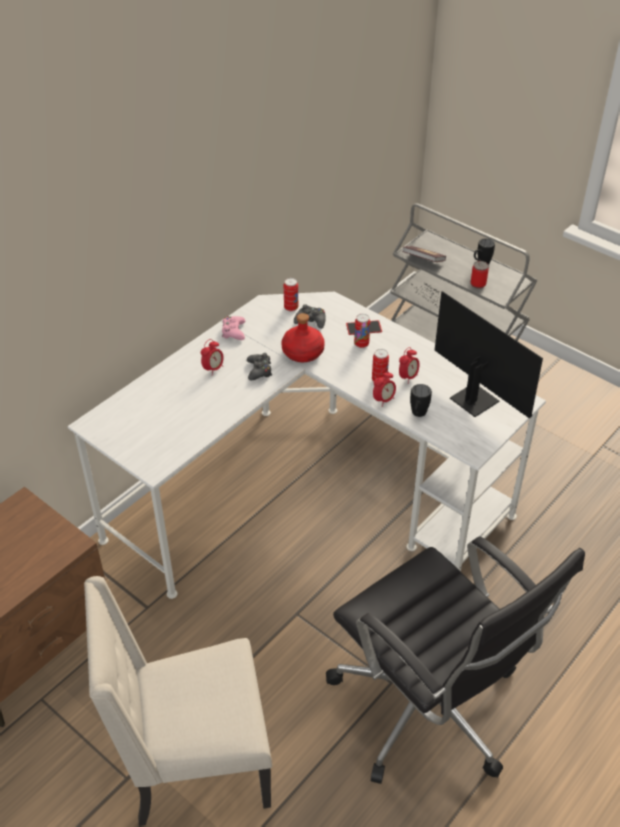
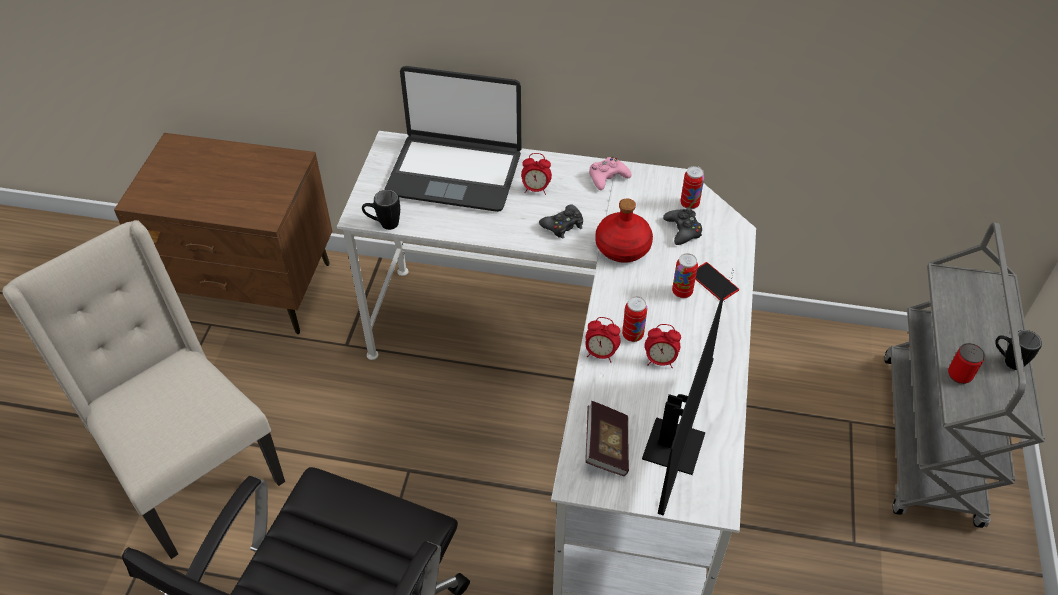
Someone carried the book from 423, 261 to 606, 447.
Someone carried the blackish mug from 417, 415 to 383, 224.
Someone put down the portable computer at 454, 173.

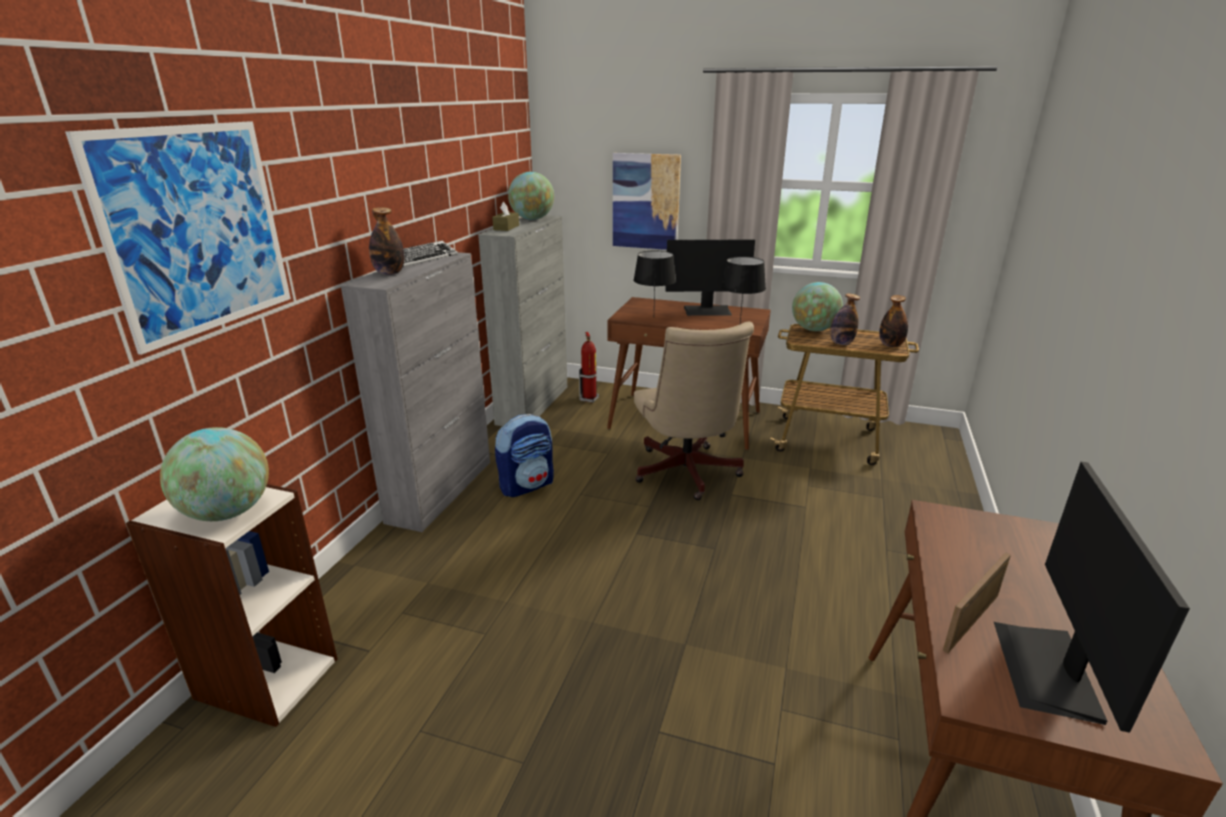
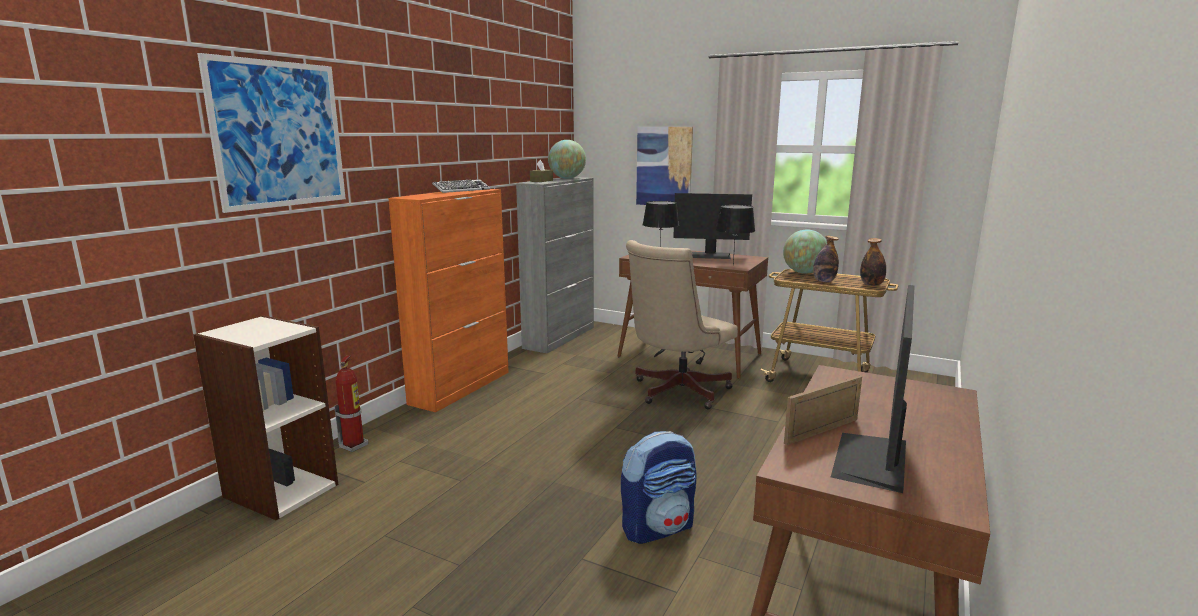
Someone took away the desk globe at 227, 513.
Someone repainted the greyish cupboard at 441, 490, which became the orangey cupboard at 461, 387.
Someone took away the bottle at 389, 273.
Someone carried the rucksack from 527, 485 to 658, 527.
Someone carried the fire extinguisher from 589, 398 to 354, 445.
Someone rotated the beige-coloured desk chair at 686, 475 by 45 degrees clockwise.

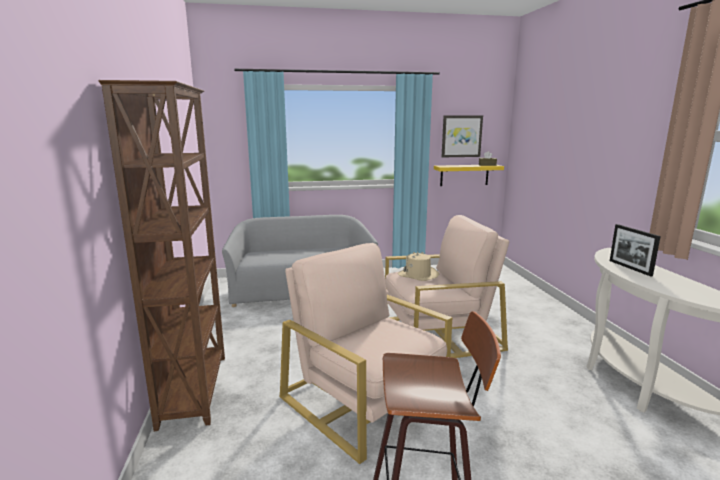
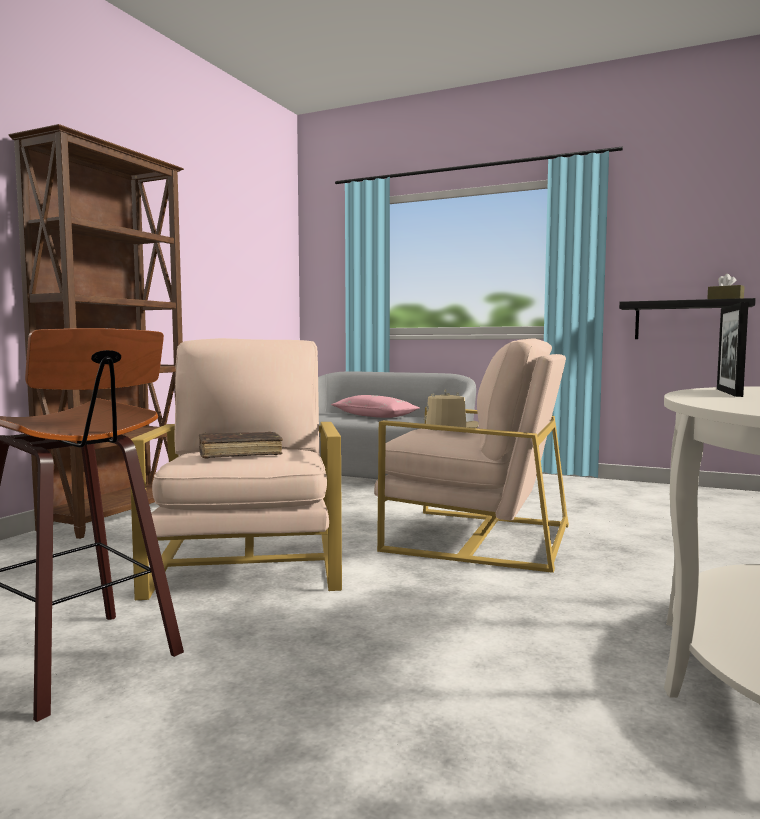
Someone repainted the yellow-coloured bracket shelf at 464, 175, which became the blackish bracket shelf at 683, 320.
Someone took away the wall art at 461, 136.
Someone put down the brown book at 240, 453.
Someone put down the pink-coloured cushion at 374, 416.

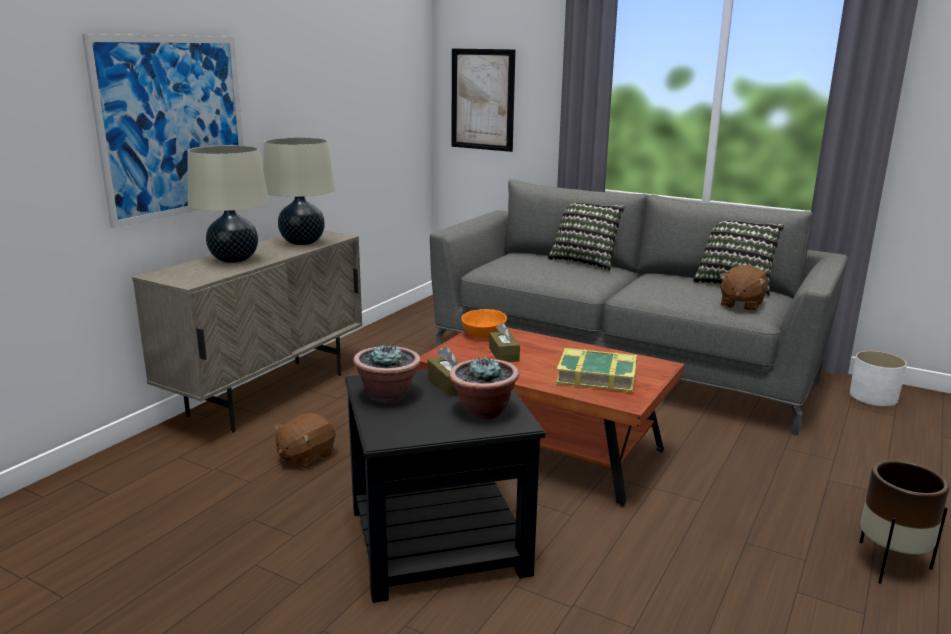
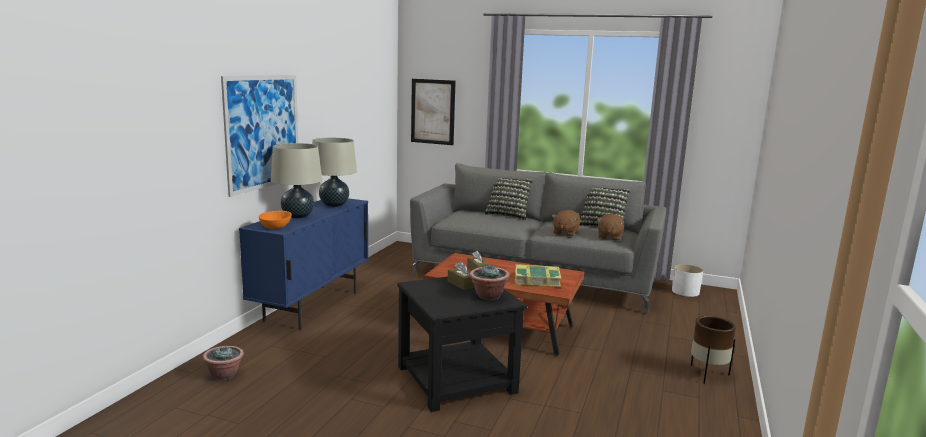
Someone repainted the beige-coloured cupboard at 269, 394, which became the bluish cupboard at 312, 306.
Someone carried the brown cuddly toy from 305, 457 to 565, 233.
Someone carried the plant in a pot from 388, 395 to 224, 375.
Someone carried the orangey deep dish from 483, 334 to 275, 227.

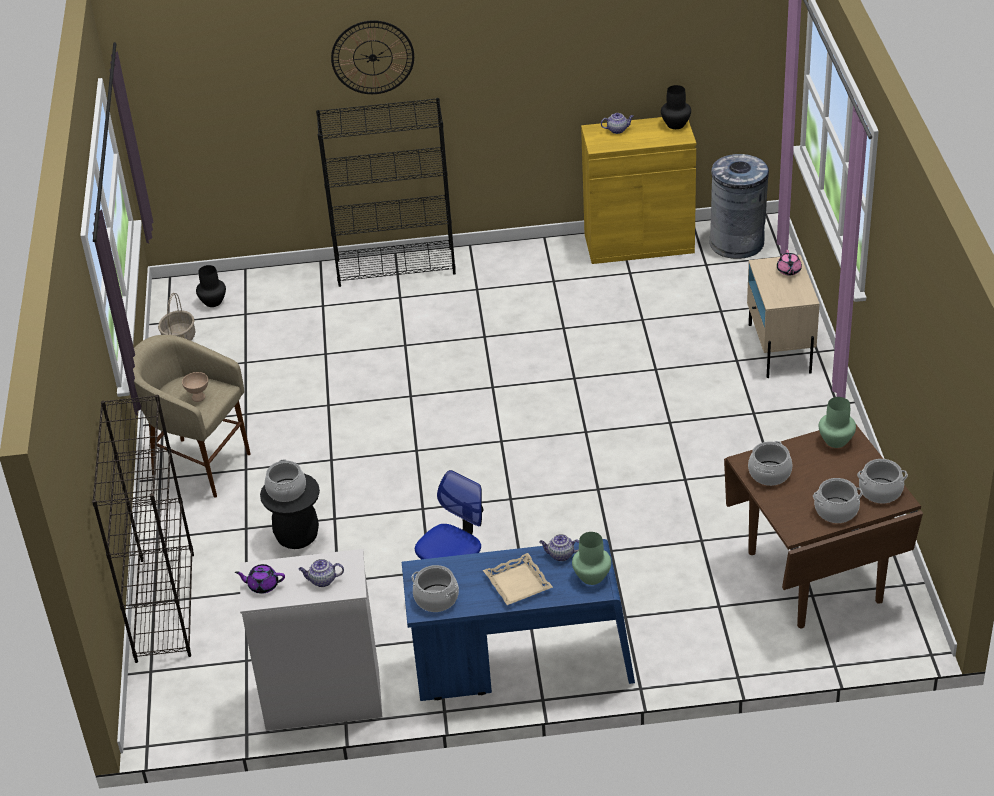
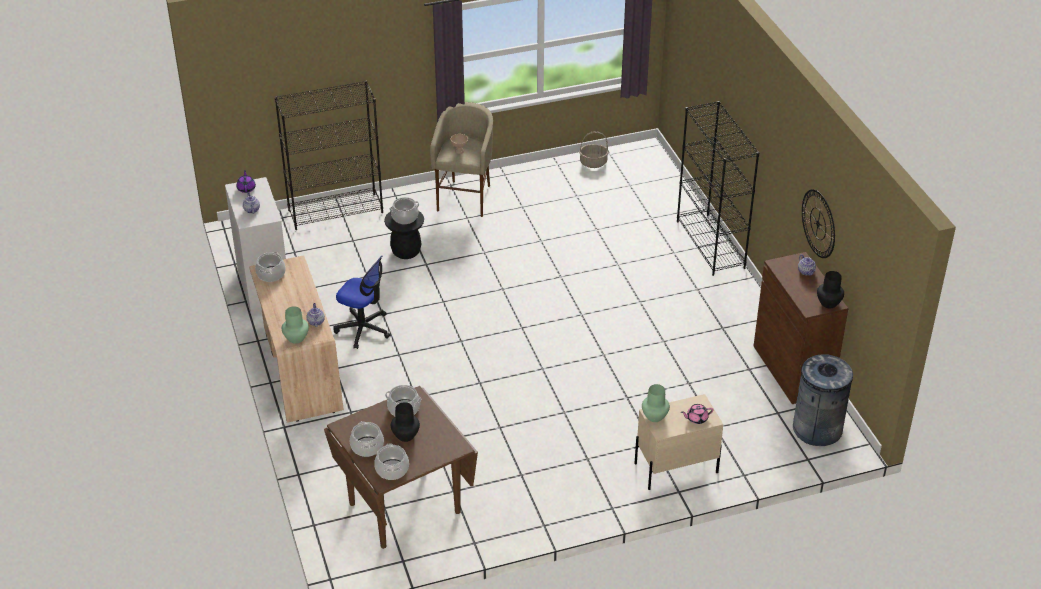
Someone carried the blackish flower vase from 212, 302 to 405, 435.
Someone carried the clock on the wall from 372, 57 to 818, 223.
Someone repainted the bluish desk unit at 522, 666, which became the beige-coloured desk unit at 299, 369.
Someone took away the beige-coloured carrying tray at 517, 584.
Someone repainted the yellow-coloured cupboard at 639, 243, which became the brown cupboard at 792, 370.
Someone carried the green-coloured flower vase from 836, 441 to 654, 417.

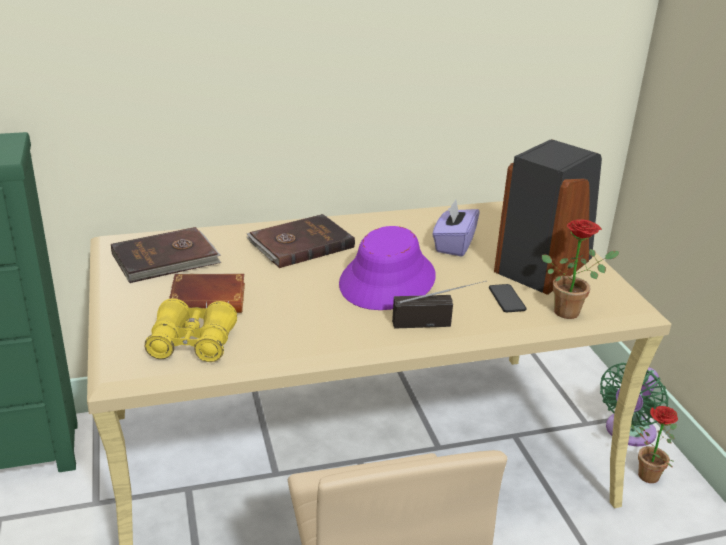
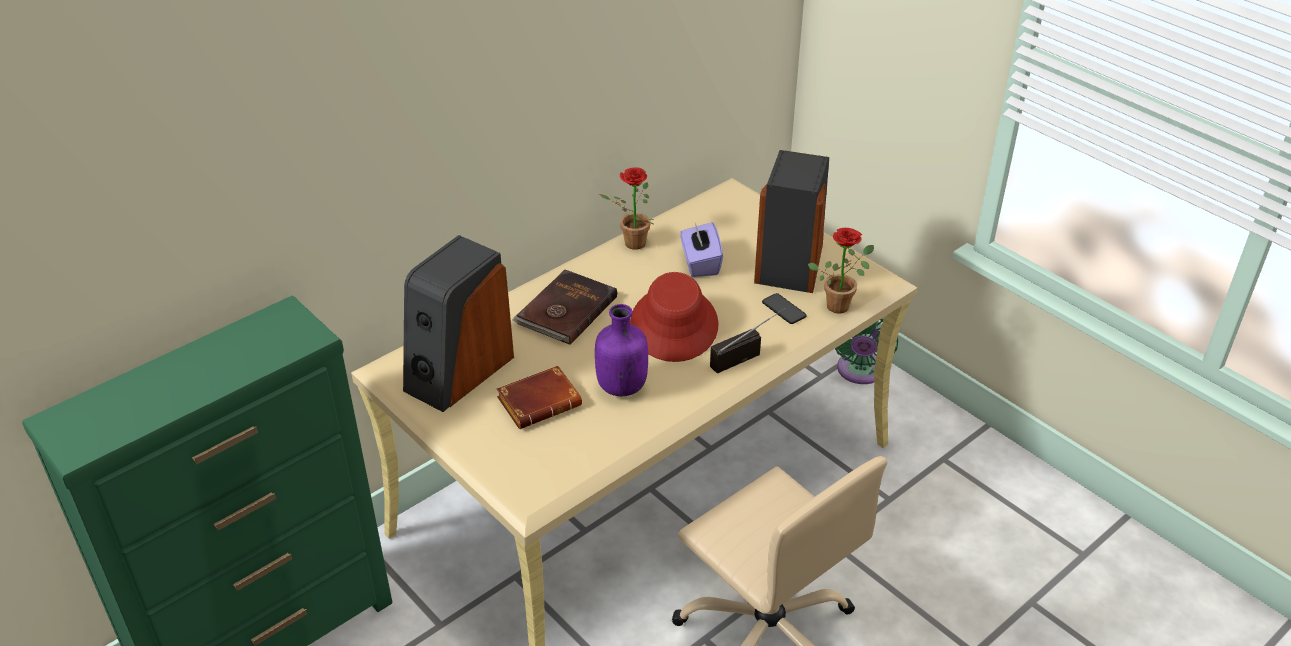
Someone swapped the brown book at 166, 259 for the audio speaker at 458, 372.
Someone took away the yellow-coloured pair of binoculars at 192, 343.
Someone repainted the purple-coloured wearable hat at 388, 281, which became the reddish wearable hat at 674, 325.
Someone carried the plant in a pot from 643, 475 to 630, 244.
Someone put down the purple-coloured bottle at 621, 386.

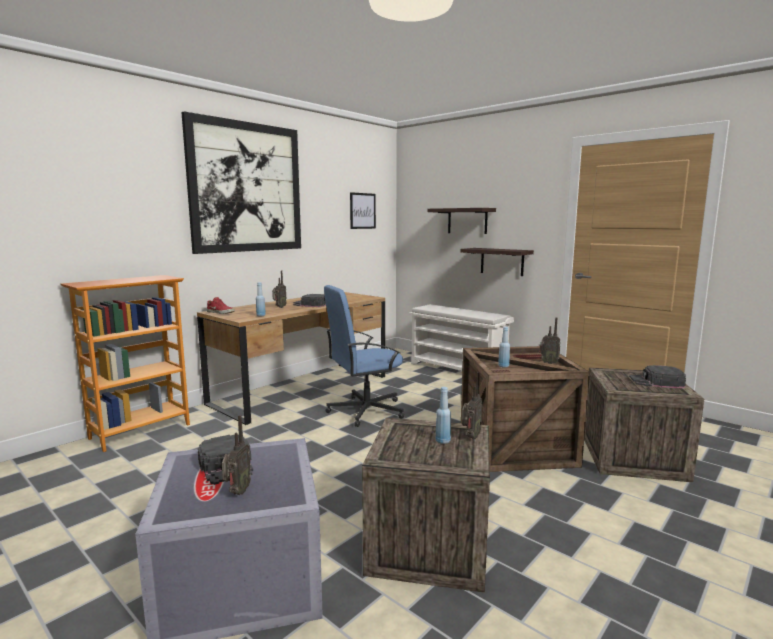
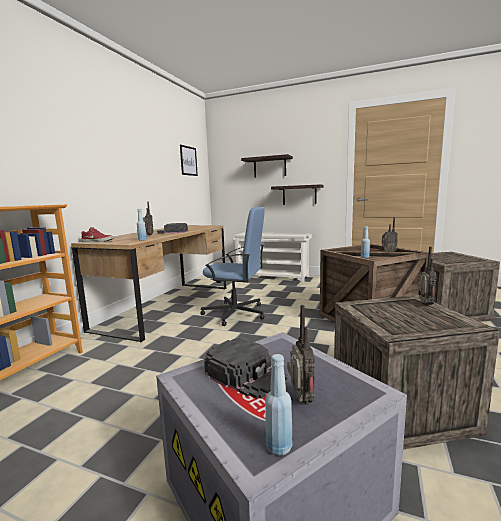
Someone took away the wall art at 246, 188.
Someone rotated the bluish desk chair at 365, 411 by 120 degrees counterclockwise.
Someone carried the bluish bottle from 443, 441 to 279, 447.
Someone took away the blackish peaked cap at 656, 382.

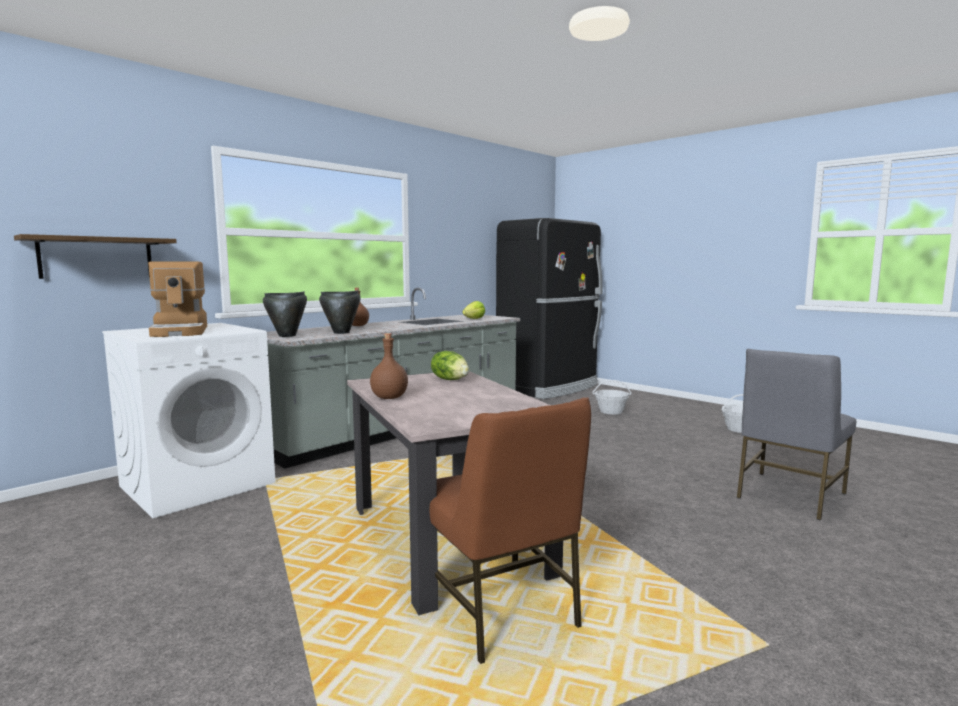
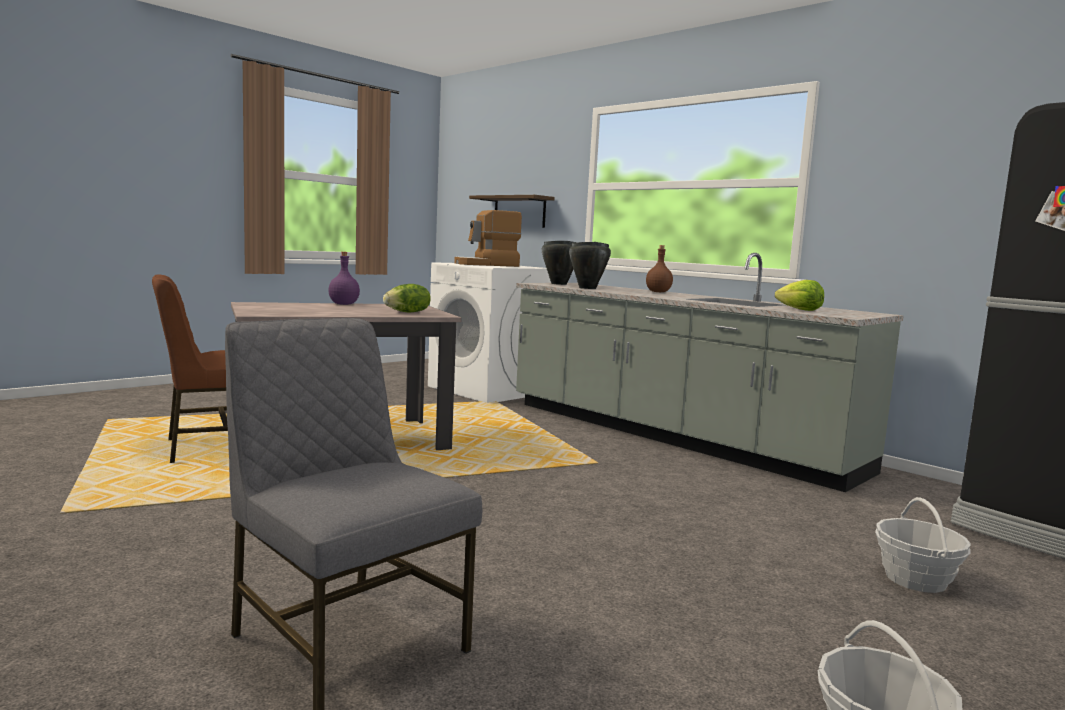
Someone repainted the brown bottle at 389, 398, which became the purple-coloured bottle at 343, 304.

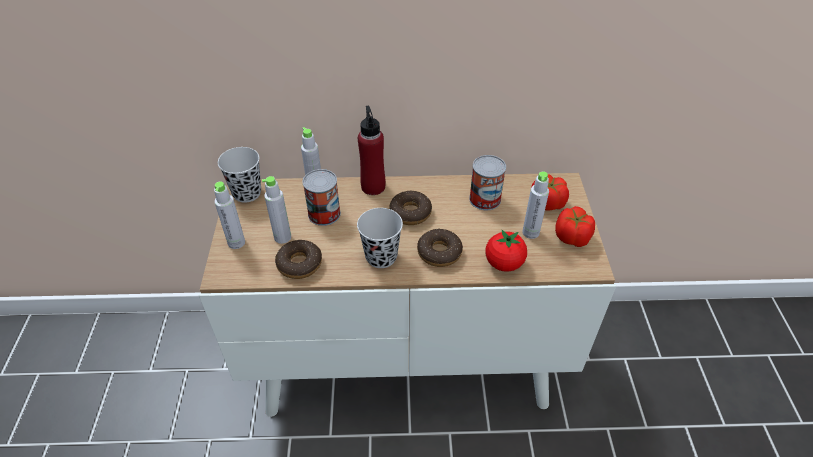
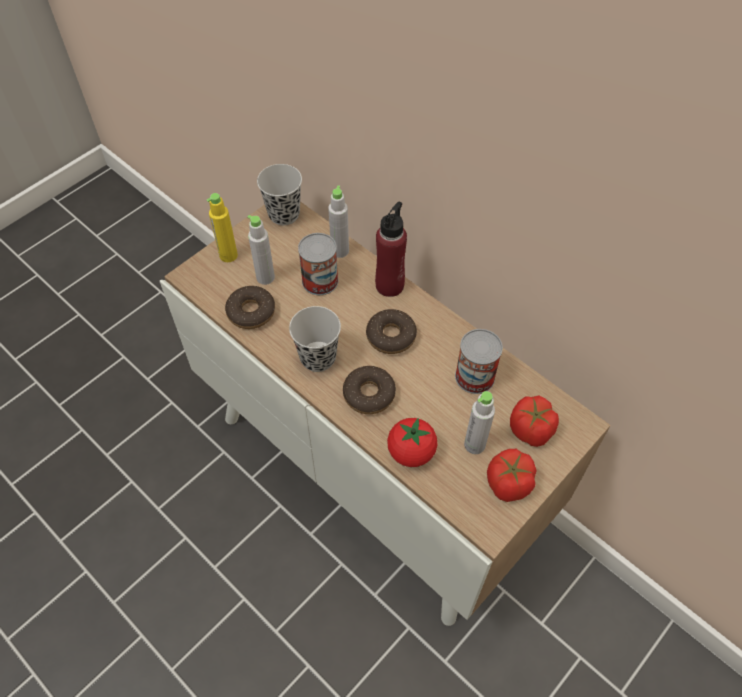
Someone repainted the greyish bottle at 236, 242, which became the yellow-coloured bottle at 228, 255.

